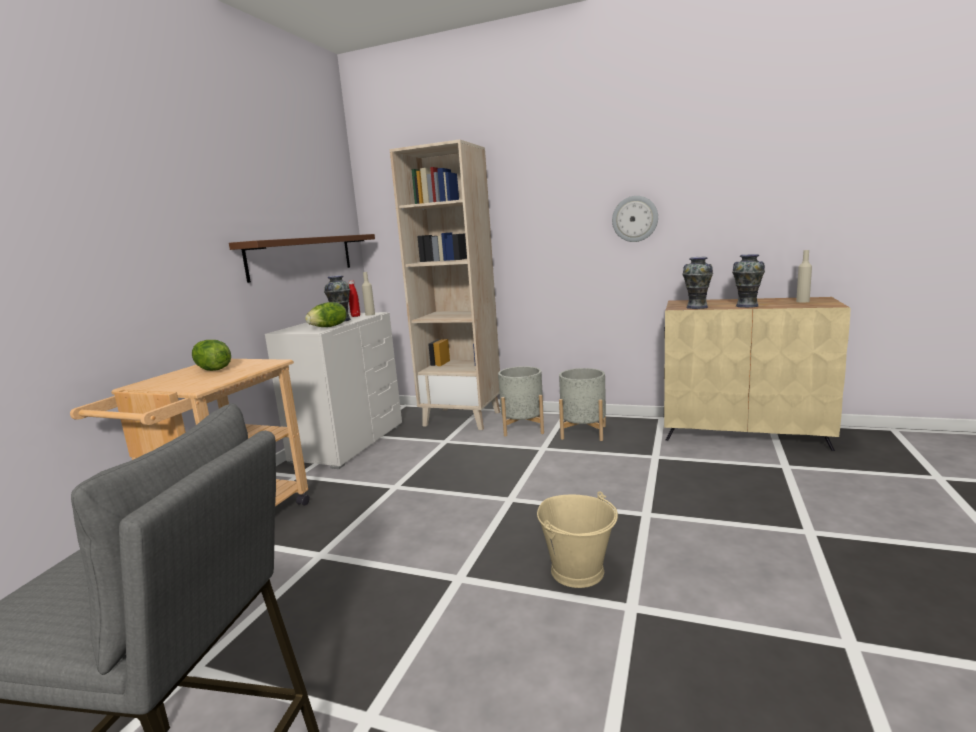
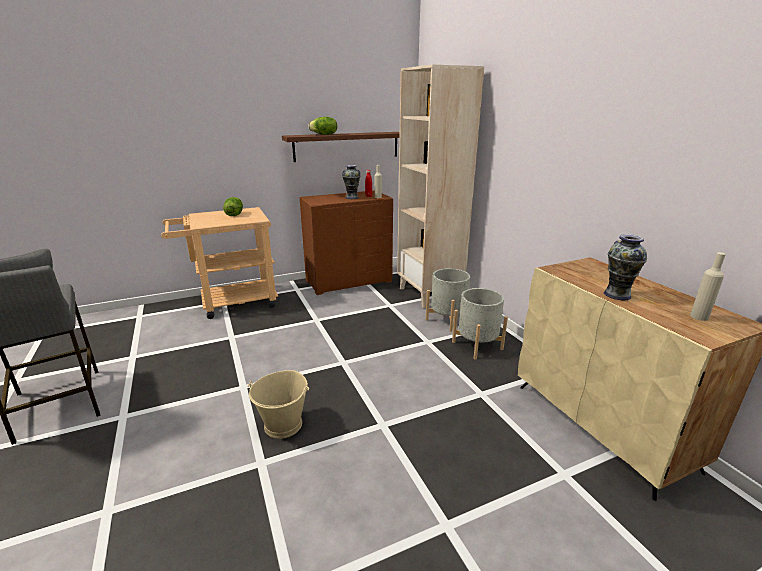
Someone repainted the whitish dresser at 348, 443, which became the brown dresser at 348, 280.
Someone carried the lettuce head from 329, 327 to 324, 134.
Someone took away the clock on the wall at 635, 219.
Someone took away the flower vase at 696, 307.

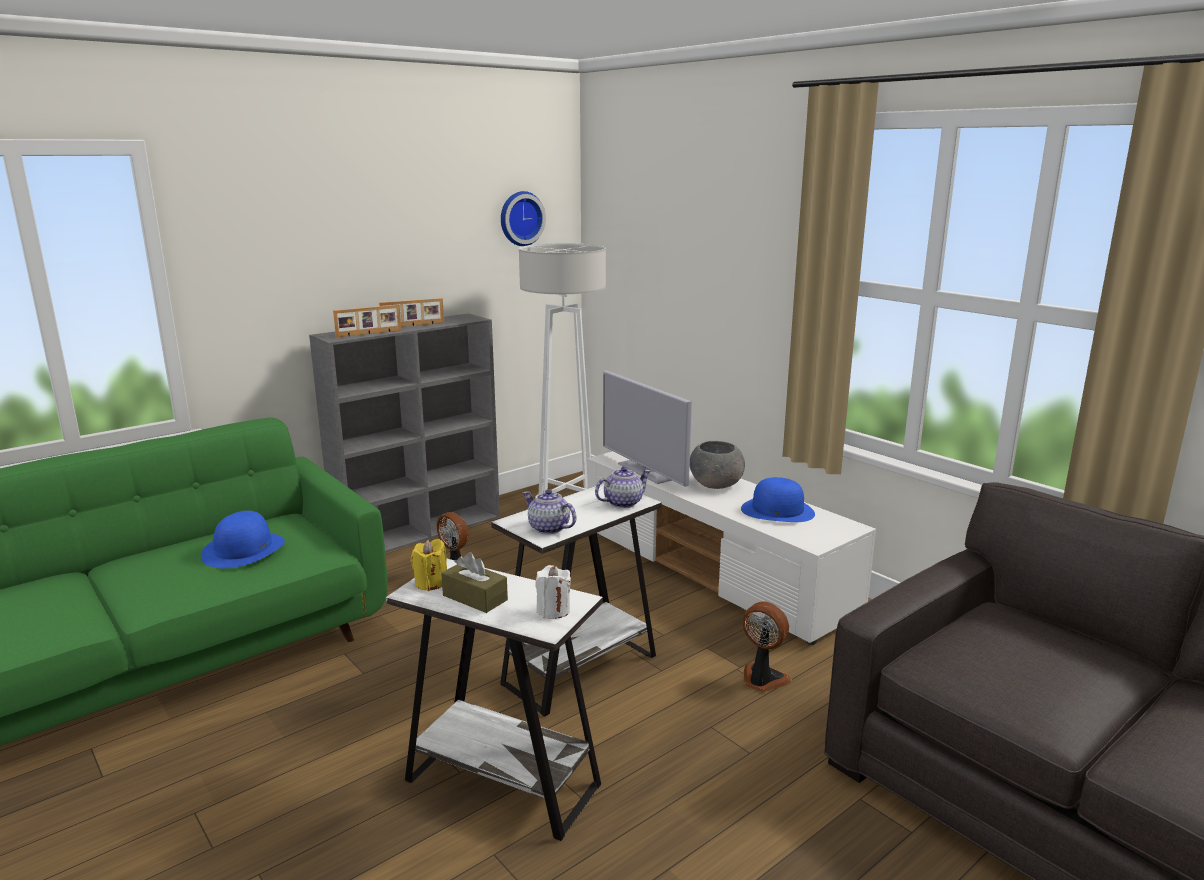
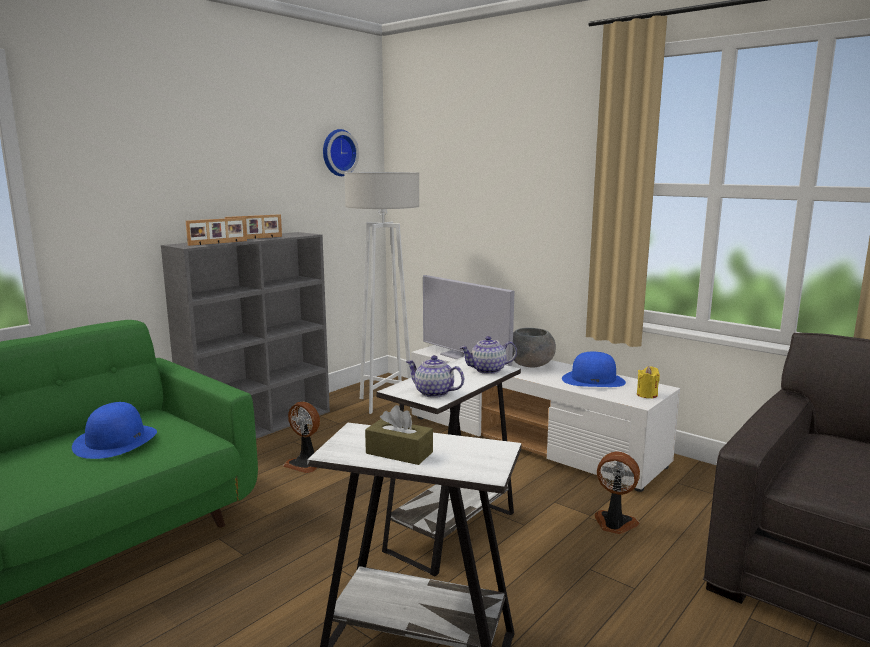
Someone carried the yellow-coloured wax light from 431, 583 to 647, 395.
Someone took away the whitish wax light at 553, 610.
Someone rotated the pot for tea at 623, 502 by 150 degrees counterclockwise.

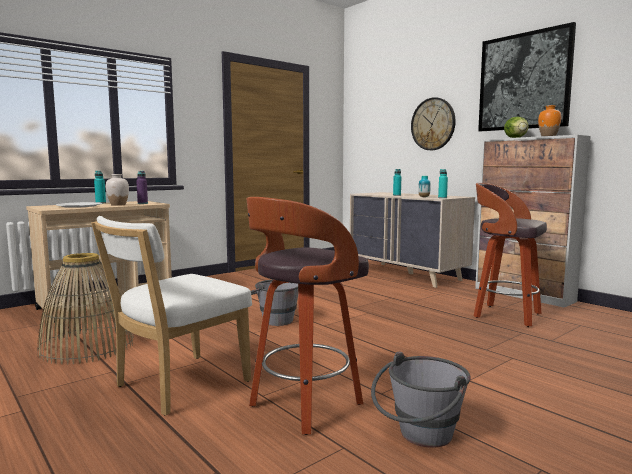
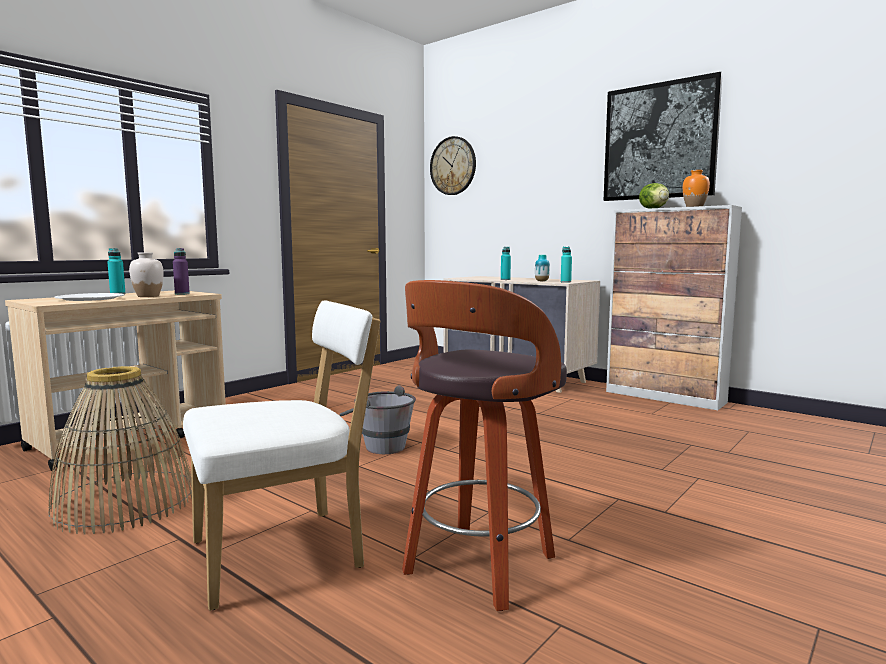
Someone rotated the whitish upright chair at 177, 385 by 150 degrees counterclockwise.
Someone took away the greyish pail at 419, 437.
Someone carried the clock on the wall from 433, 124 to 453, 166.
Someone took away the stool seat at 505, 315.

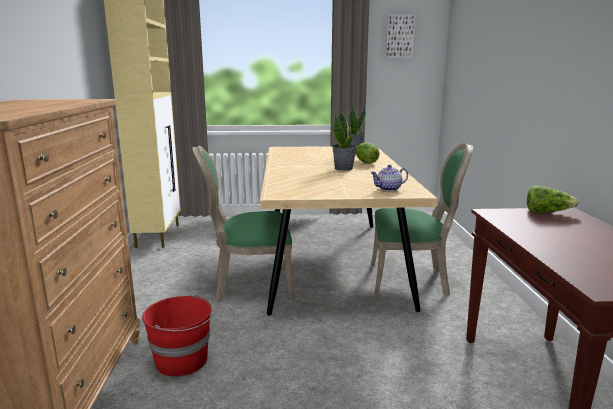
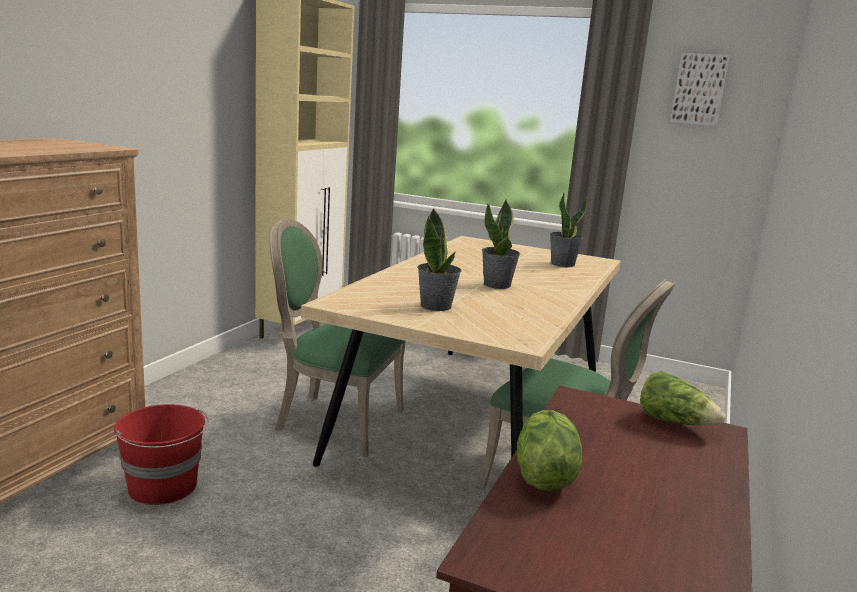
Someone carried the lettuce head from 365, 162 to 543, 475.
Someone took away the pot for tea at 389, 189.
Someone put down the plant in a pot at 436, 306.

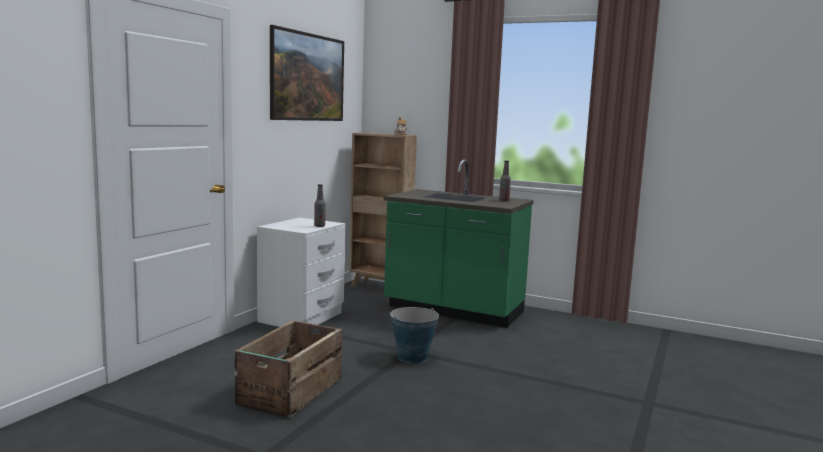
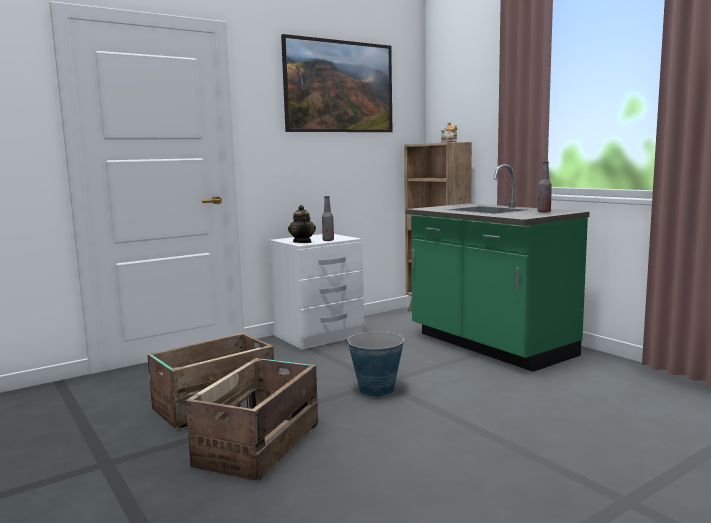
Someone put down the packing crate at 260, 444.
Someone put down the pot for tea at 302, 242.

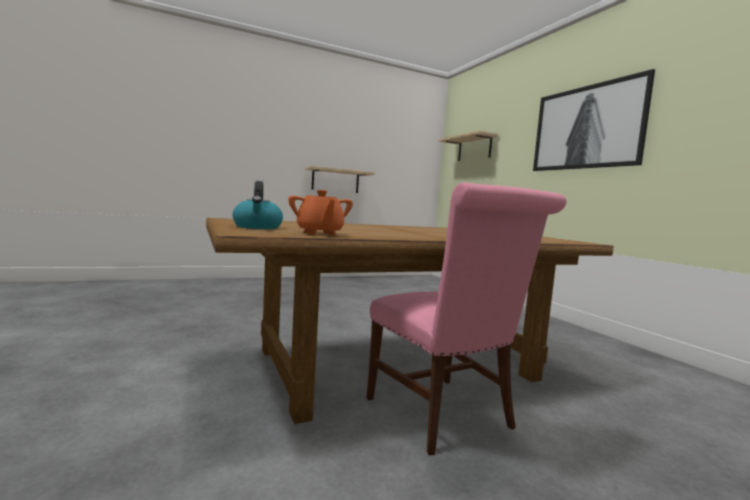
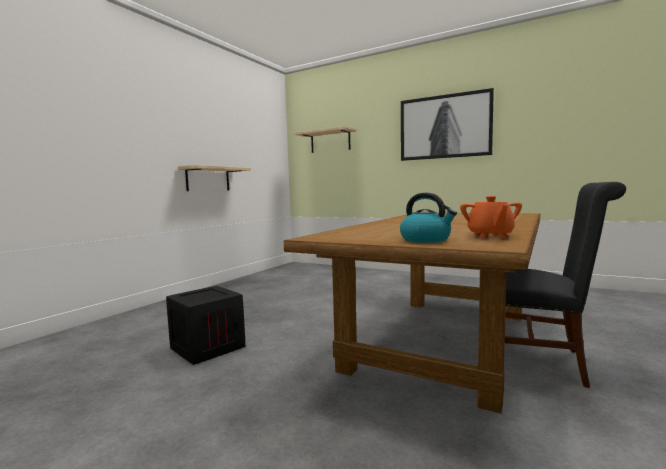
Someone rotated the orangey pot for tea at 319, 233 by 60 degrees clockwise.
Someone repainted the pink-coloured upright chair at 445, 416, which became the blackish upright chair at 541, 361.
Someone put down the packing crate at 208, 347.

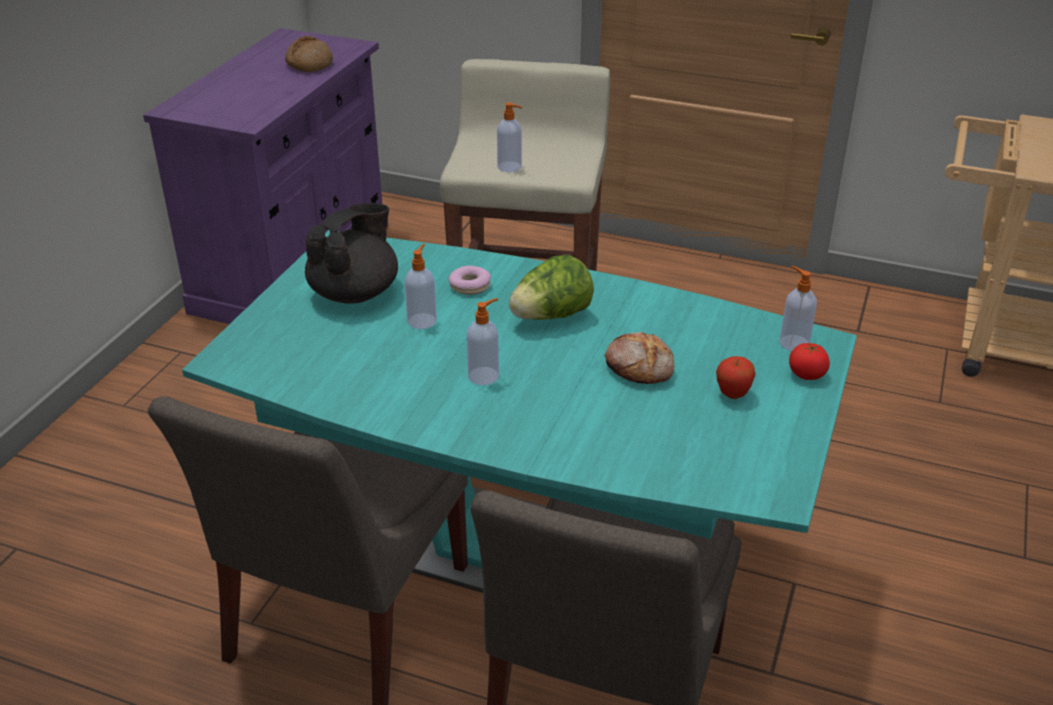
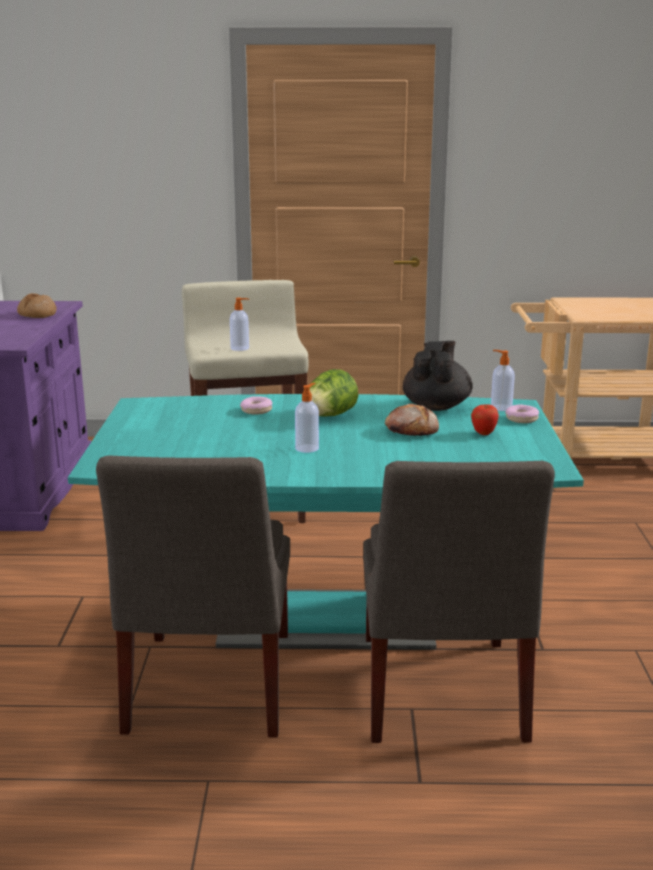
Someone carried the blackish pot for tea from 355, 293 to 436, 406.
Someone took away the soap bottle at 422, 320.
Someone swapped the tomato at 806, 374 for the ring doughnut at 521, 419.

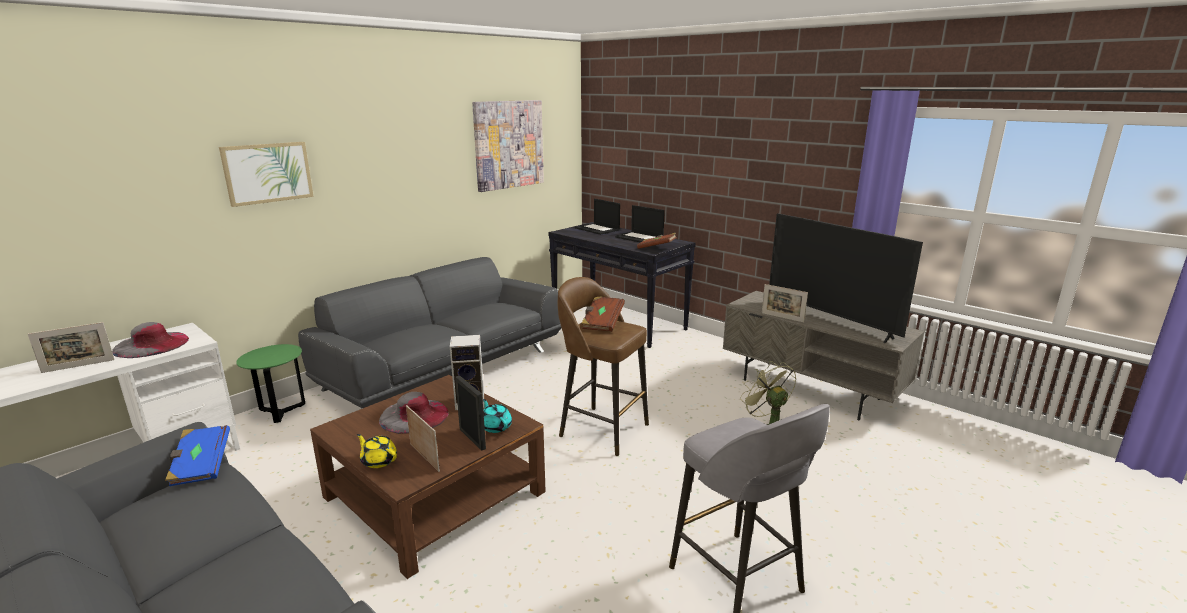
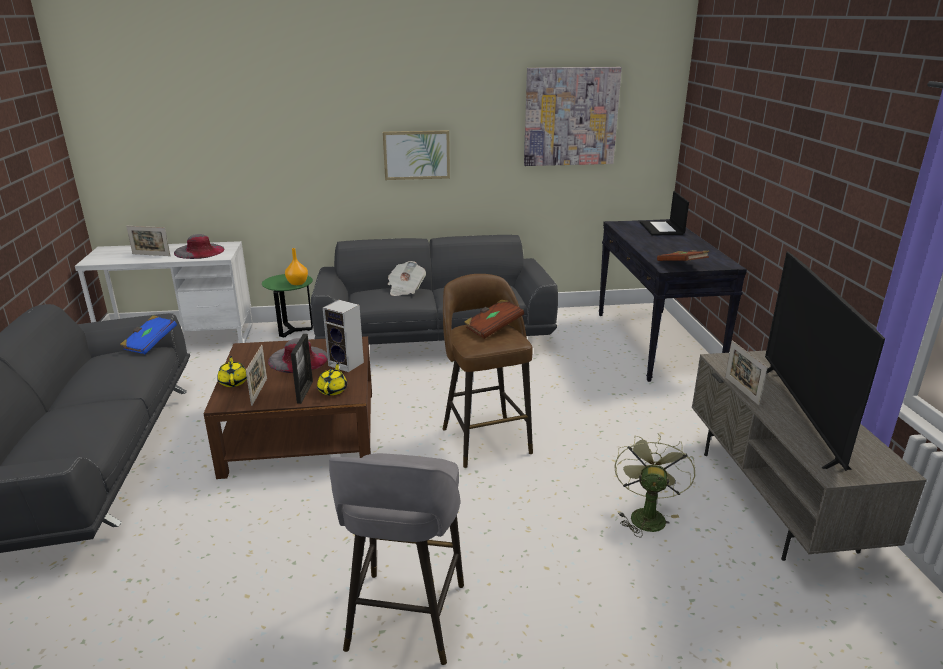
Someone carried the wall art from 268, 173 to 416, 155.
Someone repainted the turquoise pot for tea at 496, 426, which became the yellow-coloured pot for tea at 333, 390.
Someone took away the portable computer at 640, 238.
Someone put down the orangey flower vase at 297, 283.
Someone put down the daily paper at 405, 289.

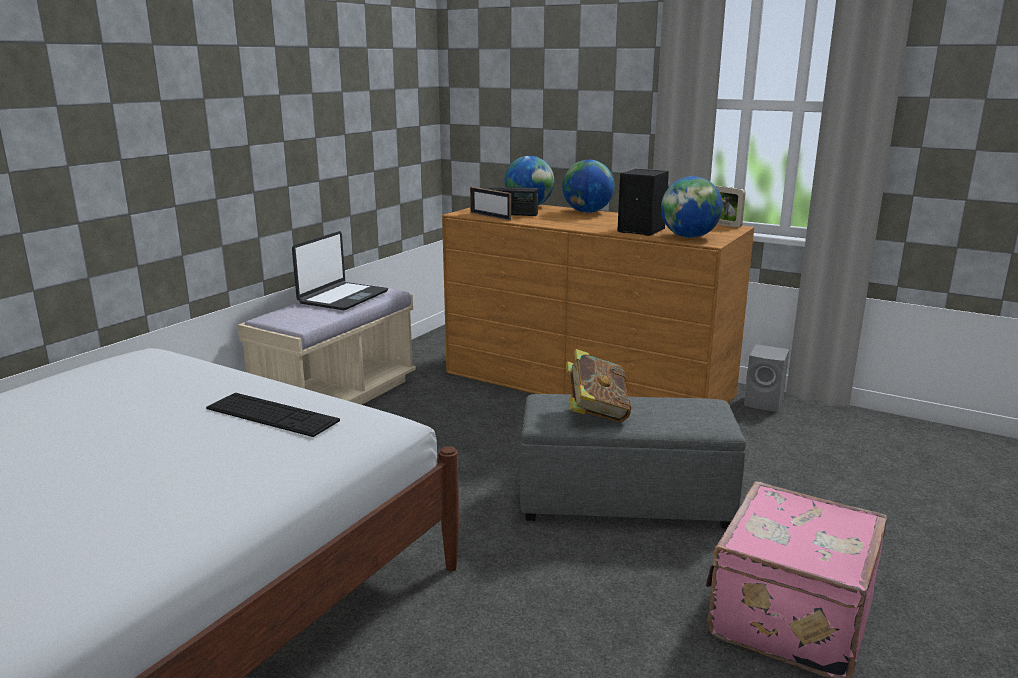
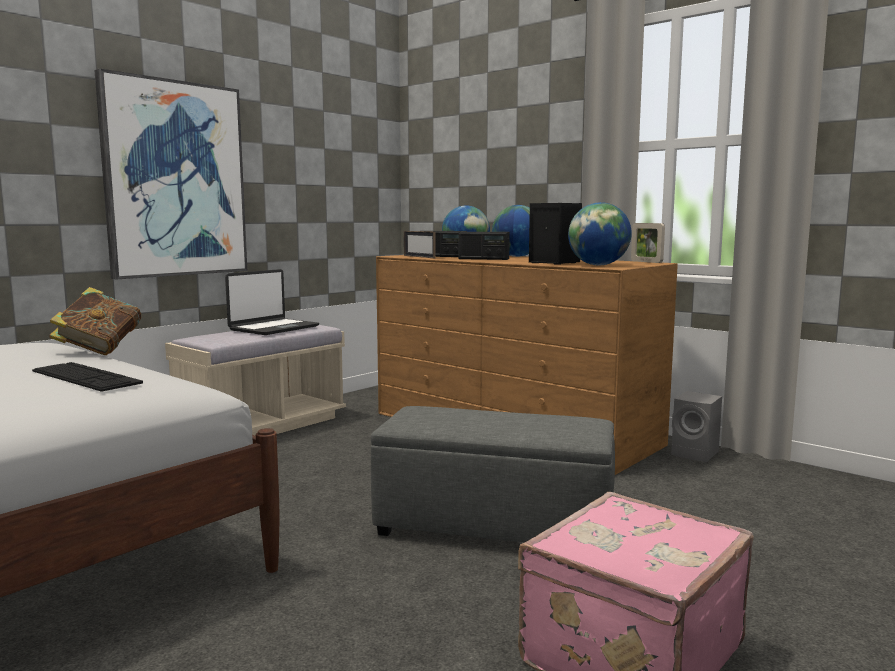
Someone carried the book from 596, 413 to 99, 350.
Someone put up the wall art at 174, 179.
Someone put down the radio receiver at 483, 259.

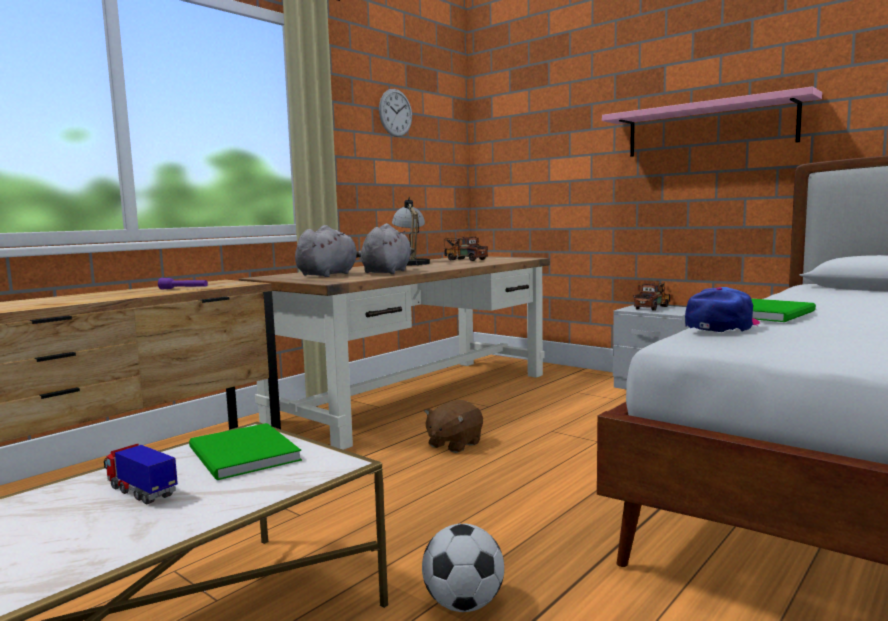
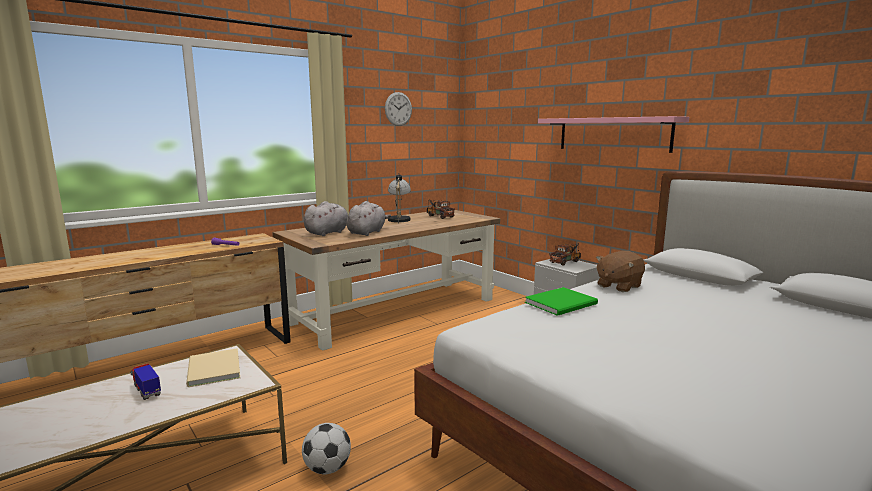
Someone repainted the green-coloured book at 242, 456, which became the beige-coloured book at 212, 370.
Someone carried the brown cuddly toy from 454, 444 to 618, 286.
Someone took away the peaked cap at 722, 325.

